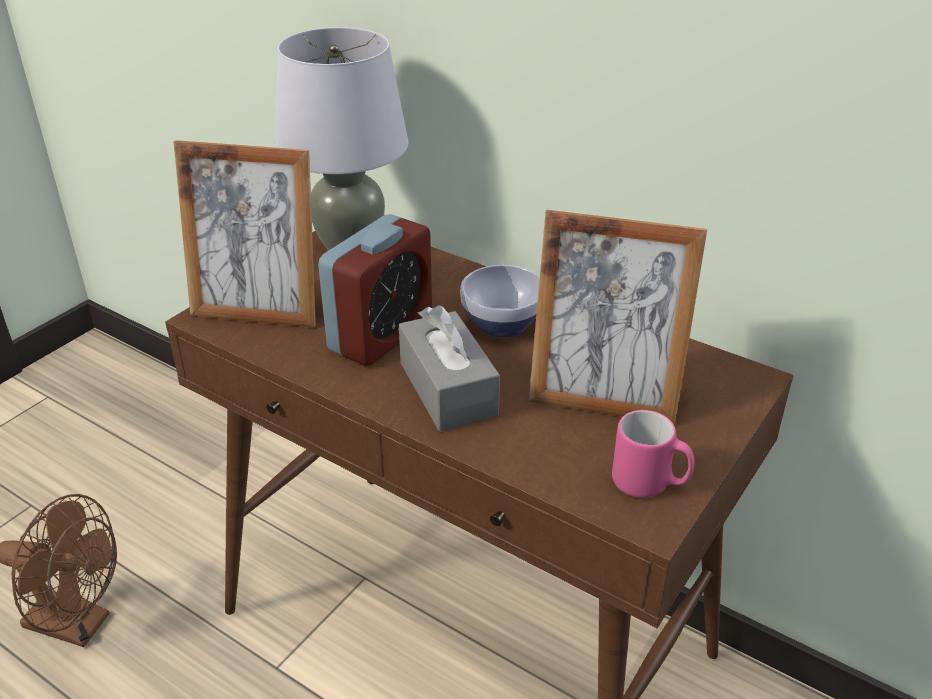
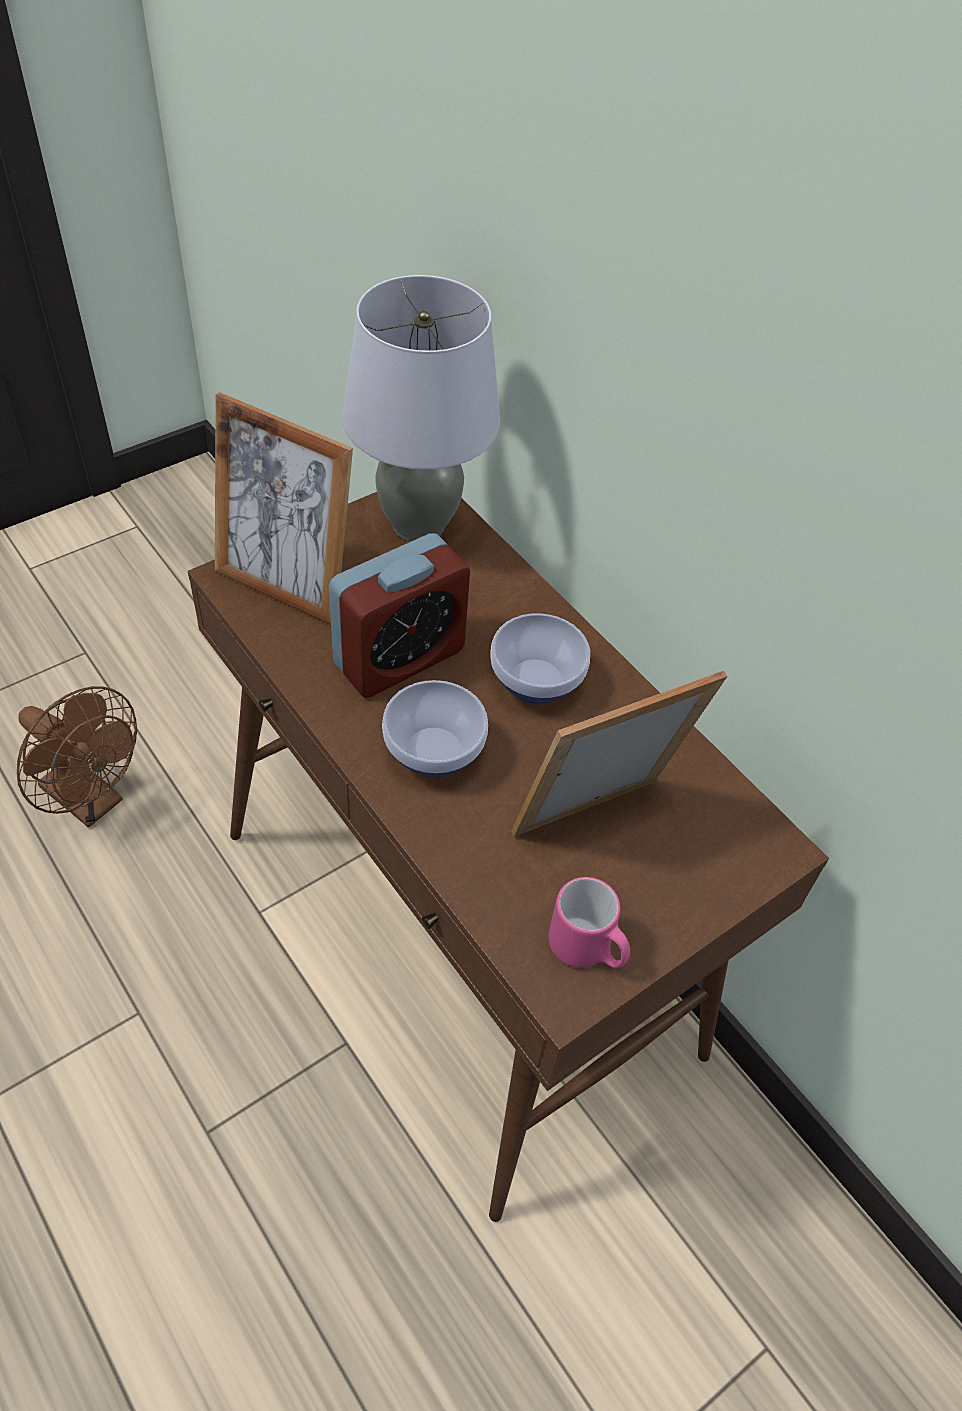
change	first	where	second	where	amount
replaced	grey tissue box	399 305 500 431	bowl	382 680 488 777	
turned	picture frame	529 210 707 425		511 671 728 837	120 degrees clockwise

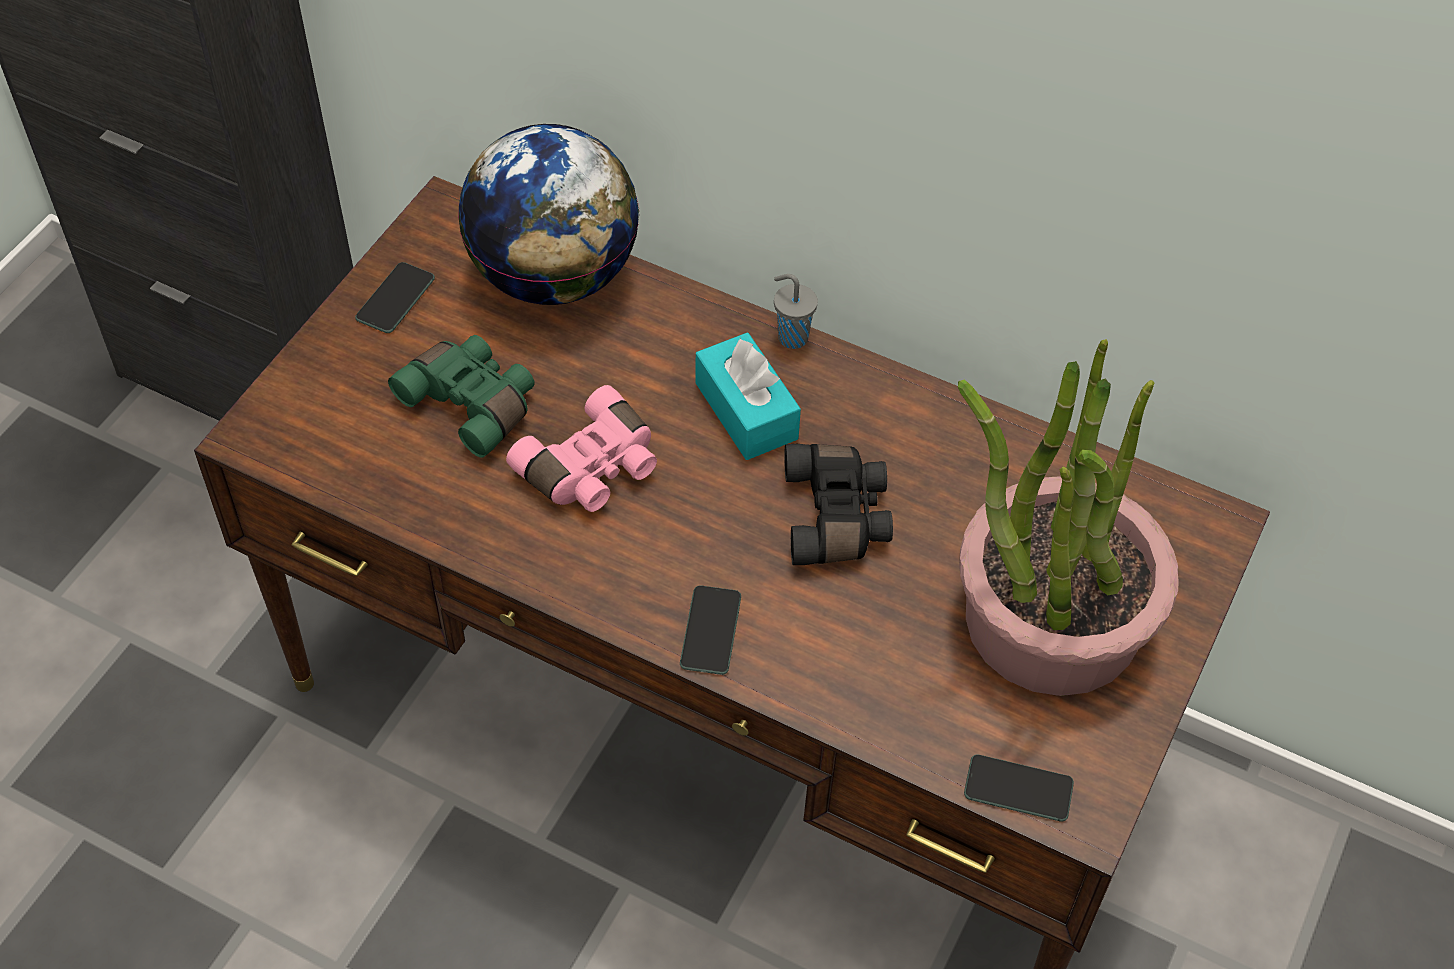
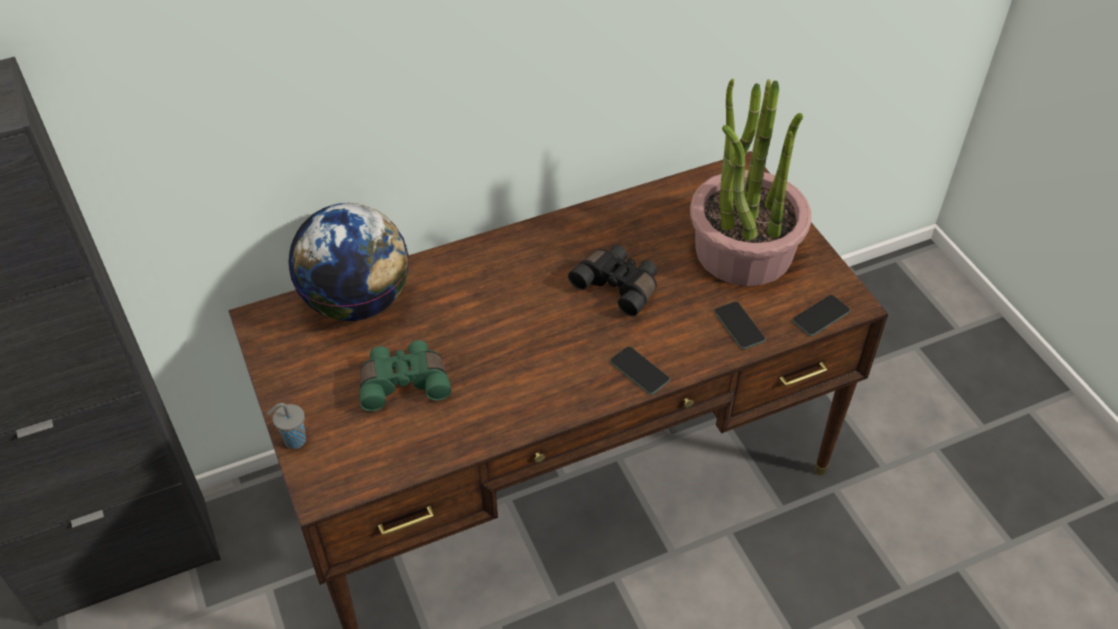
change	first	where	second	where	amount
moved	grey cup	774 274 818 349		267 403 306 449	
moved	phone	355 262 435 333		714 302 766 349	
removed	pink binoculars	506 385 657 512			
removed	turquoise tissue box	695 333 801 460			

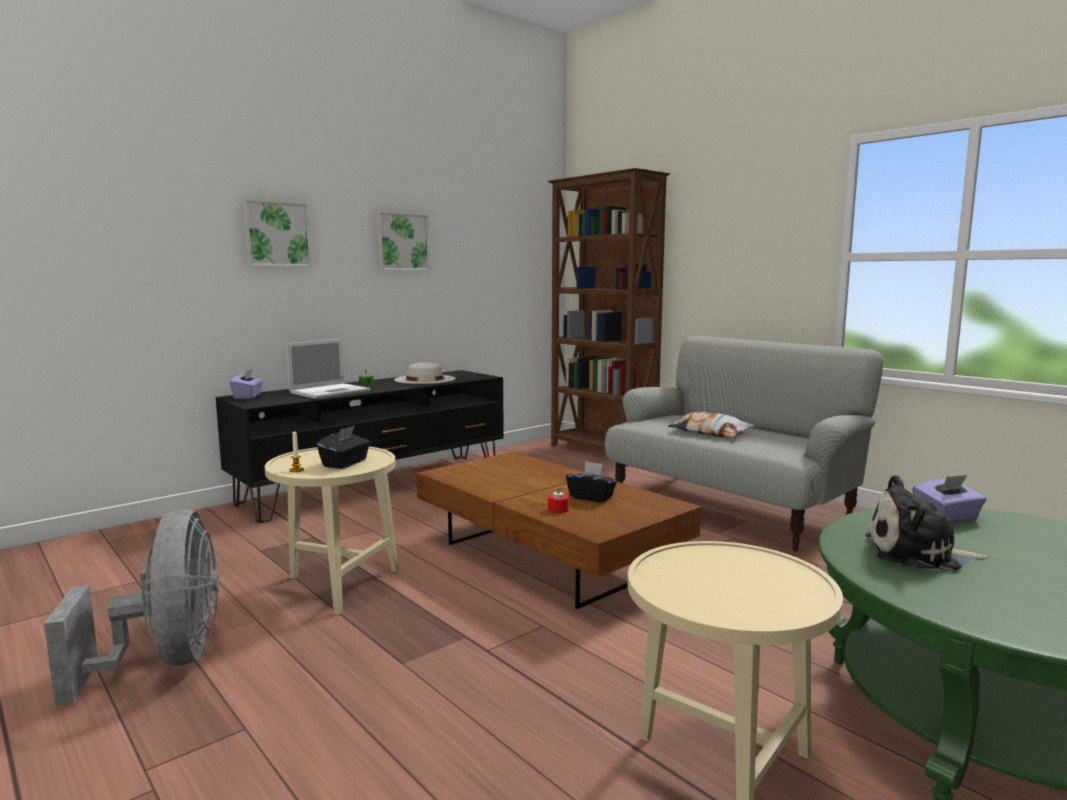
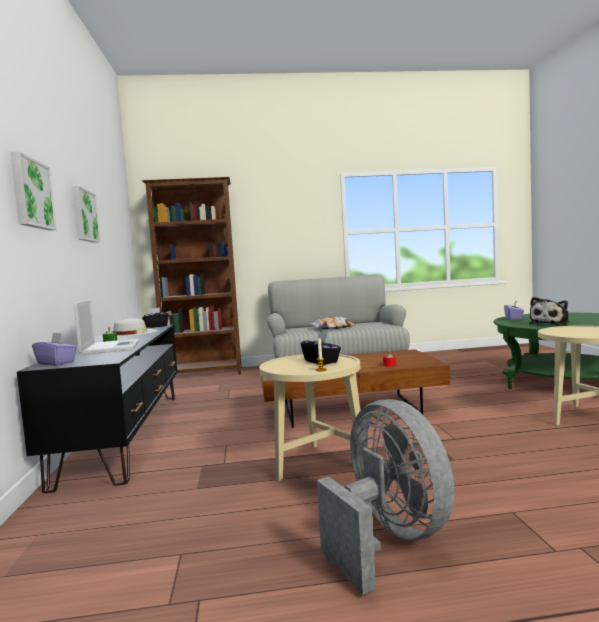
change	first	where	second	where	amount
moved	black tissue box	566 461 617 503		142 307 169 328	
turned	grey fan	44 509 219 706		317 399 454 595	45 degrees clockwise

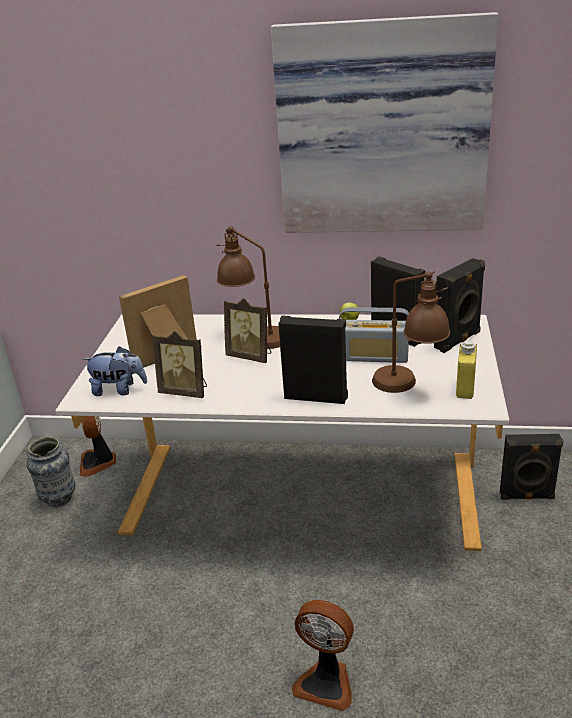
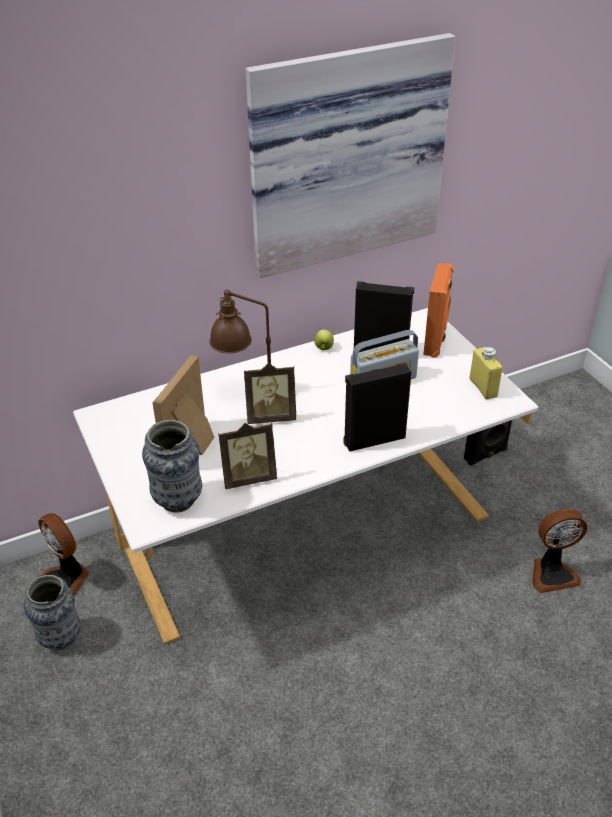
change	first	where	second	where	amount
replaced	plush toy	82 346 147 396	vase	142 420 202 513	
recoloured	black speaker	434 258 485 353	orange speaker	423 263 454 358	
moved	fan	292 600 354 711		532 509 587 593	
removed	brown table lamp	372 271 450 393			

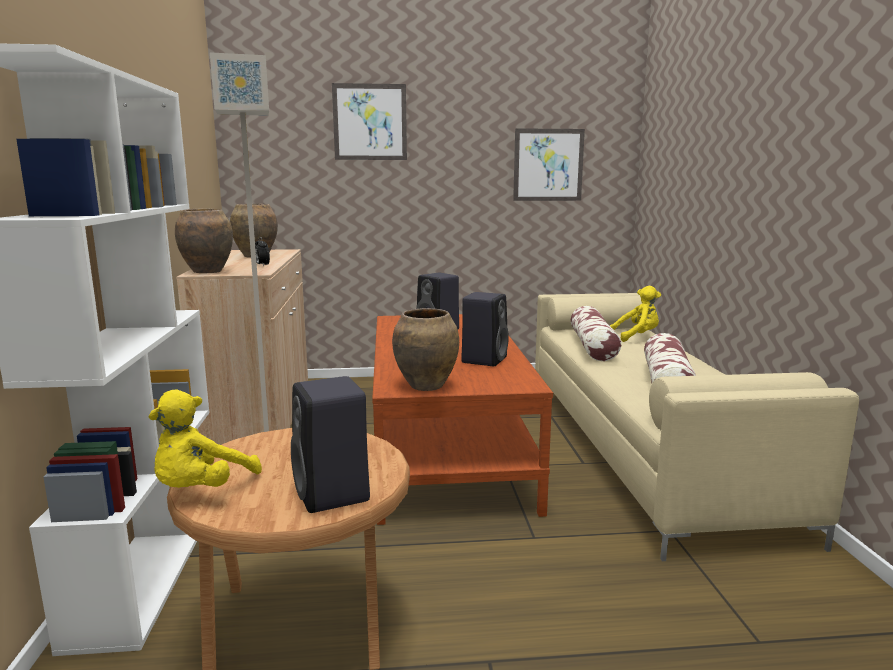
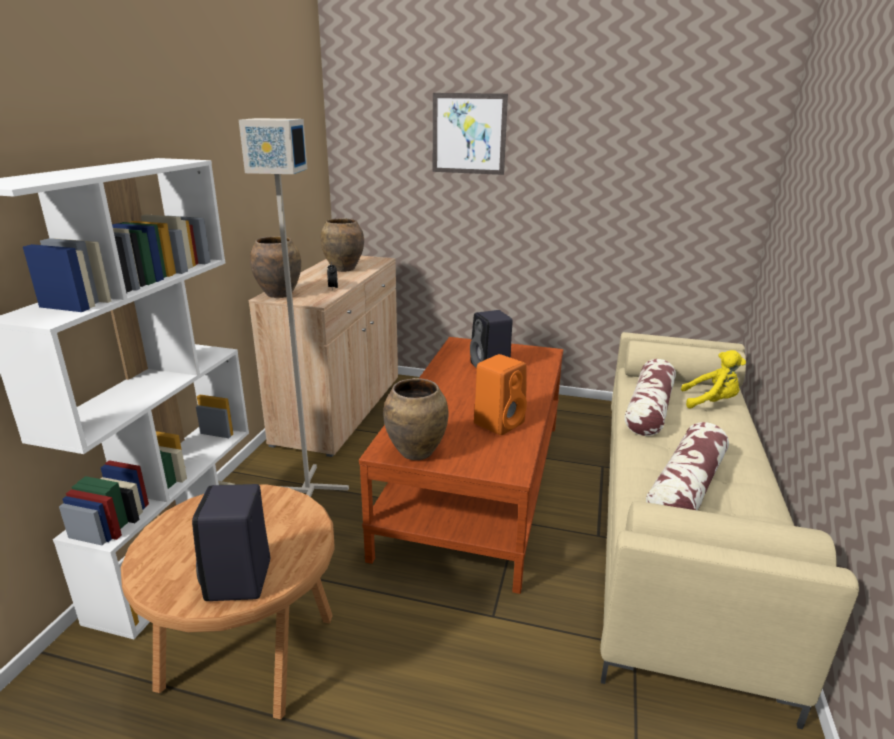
change	first	where	second	where	amount
recoloured	black speaker	461 292 509 366	orange speaker	474 354 527 435	
removed	yellow plush toy	149 390 262 488			
removed	picture	513 128 585 201			

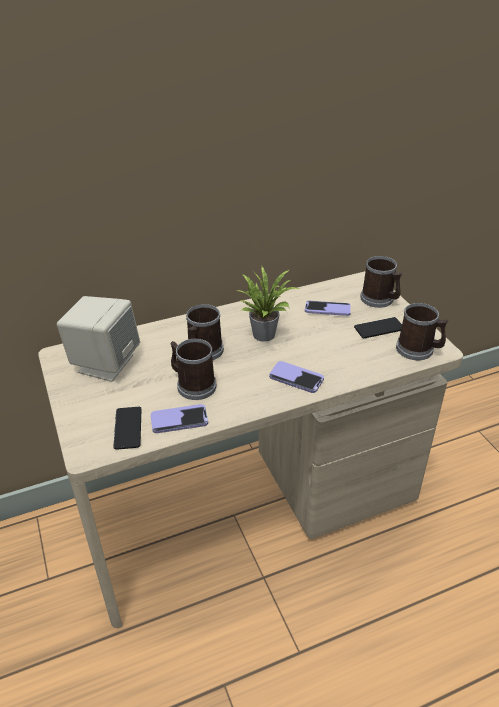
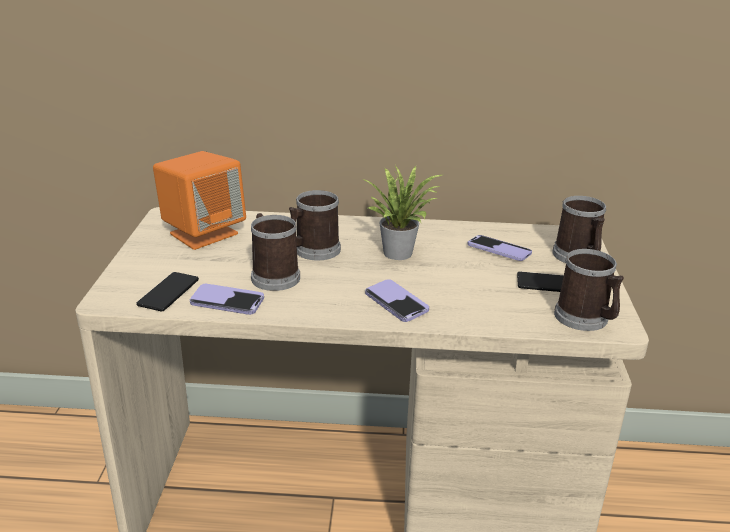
change	first	where	second	where	amount
recoloured	beige speaker	57 296 140 382	orange speaker	153 151 246 250	

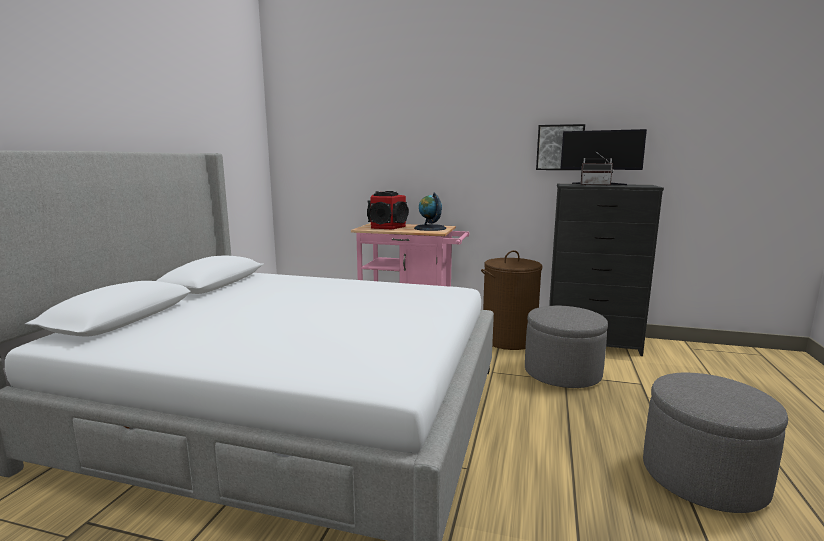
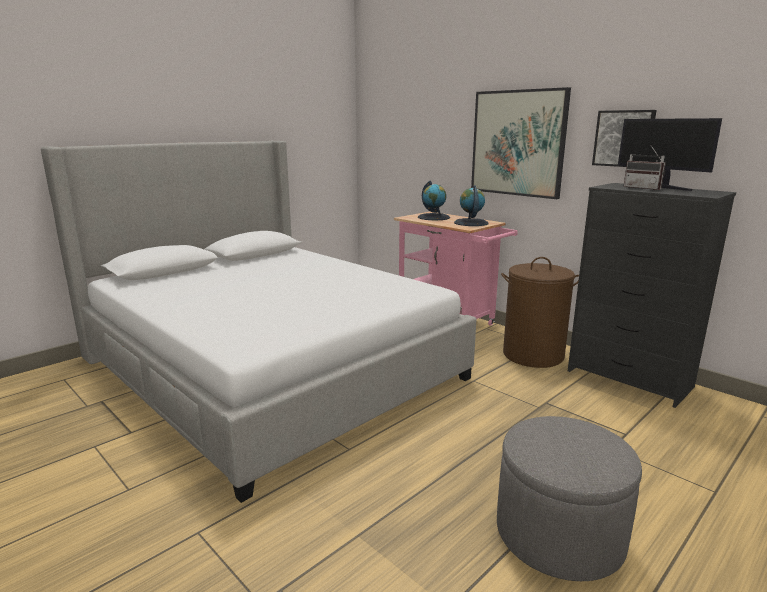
change	first	where	second	where	amount
replaced	speaker	367 191 409 229	globe	418 181 450 220	
added			picture	471 87 571 199	
removed	grey ottoman	525 306 608 388			

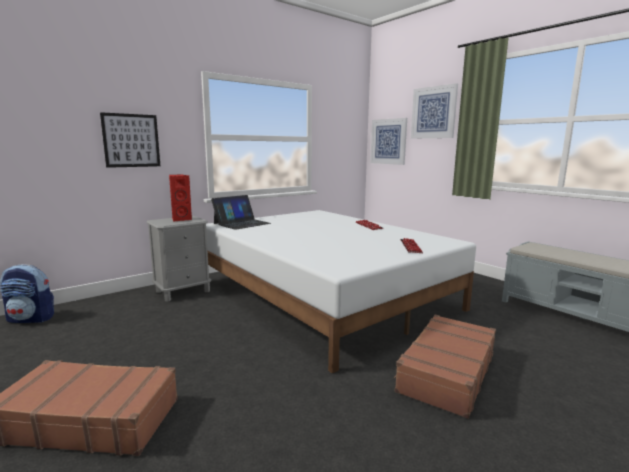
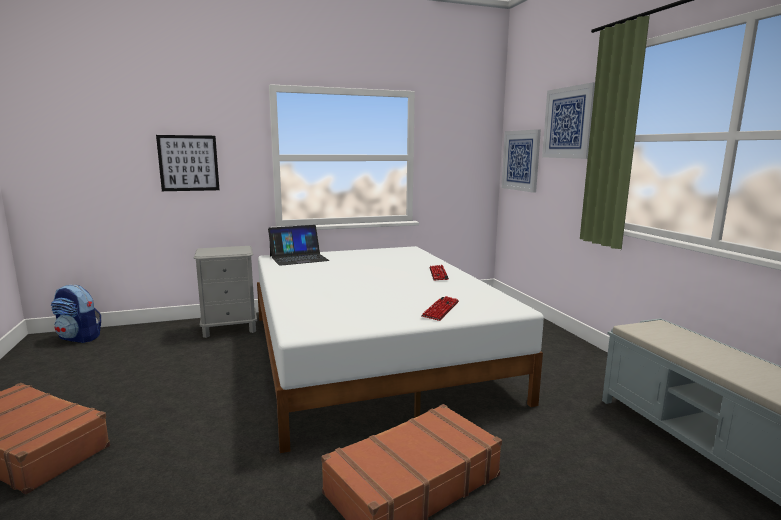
change	first	where	second	where	amount
removed	red speaker	169 174 192 222			

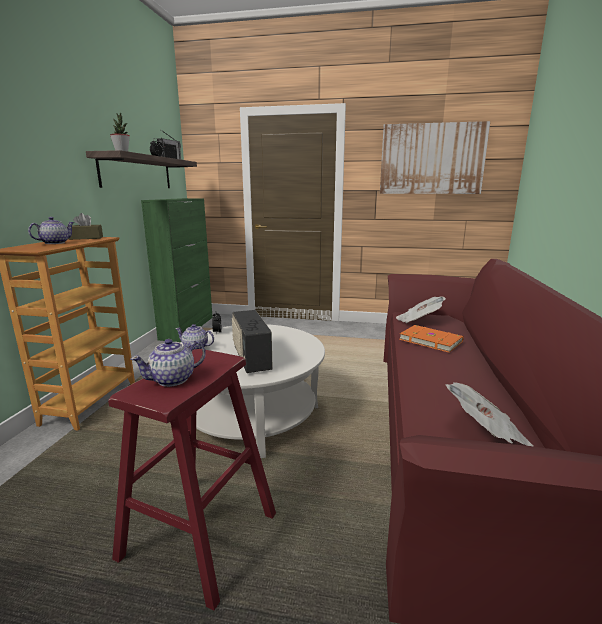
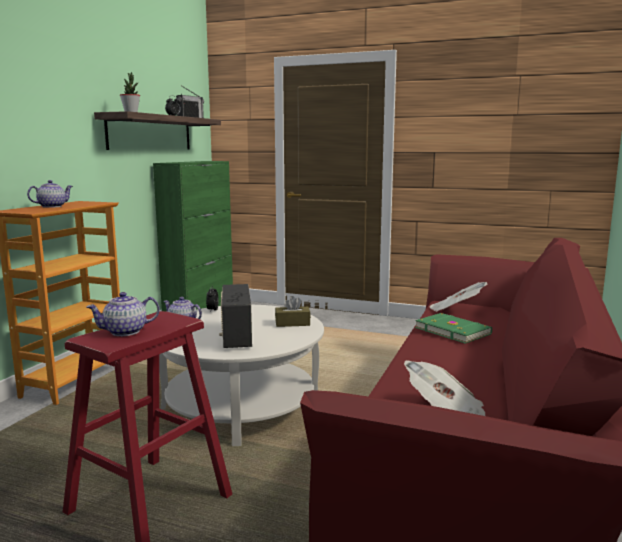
change	first	where	second	where	amount
moved	brown tissue box	66 213 103 240		275 296 311 327	
recoloured	orange book	399 325 464 353	green book	415 313 492 344	
removed	picture	380 121 490 194			

